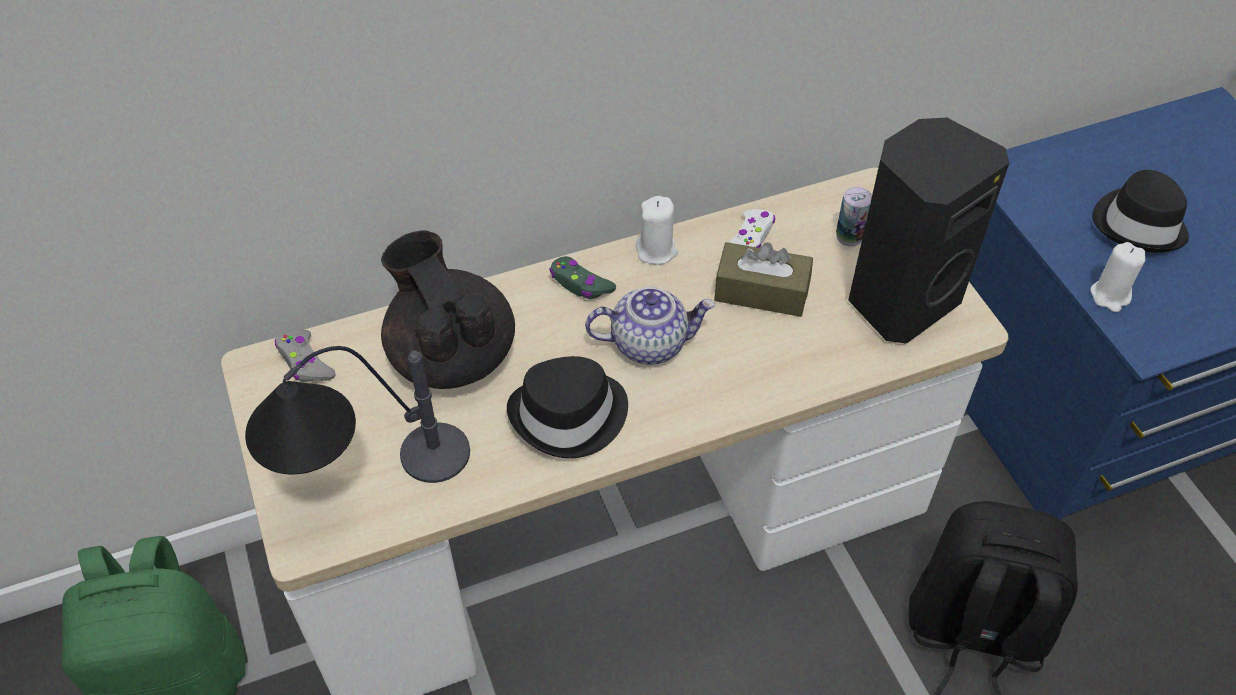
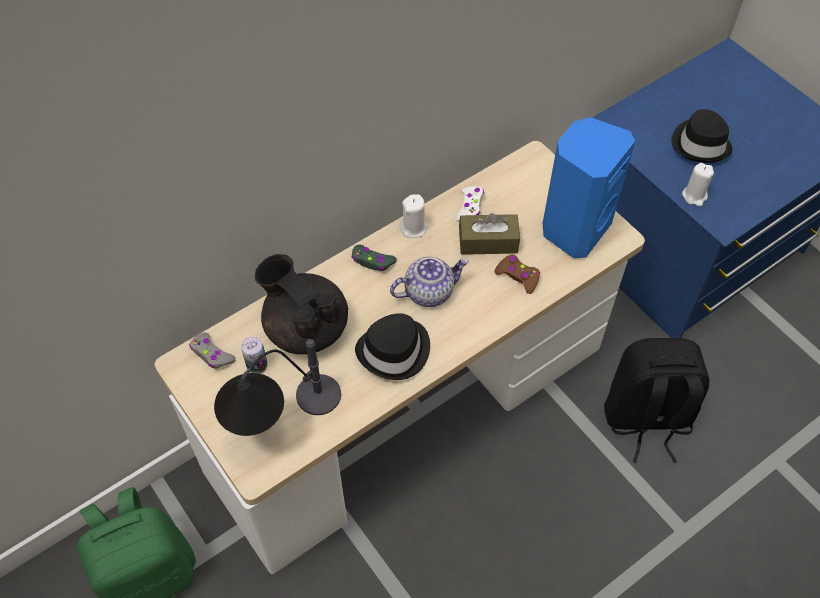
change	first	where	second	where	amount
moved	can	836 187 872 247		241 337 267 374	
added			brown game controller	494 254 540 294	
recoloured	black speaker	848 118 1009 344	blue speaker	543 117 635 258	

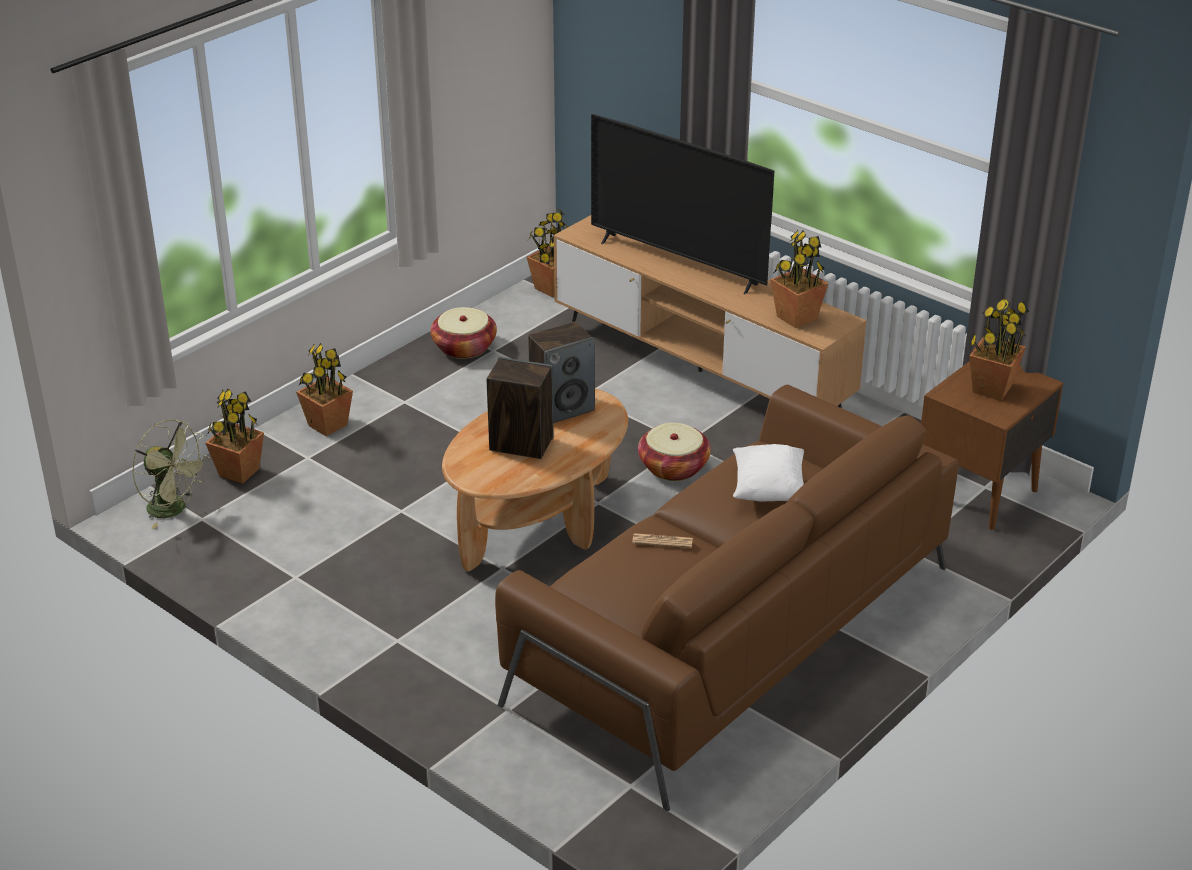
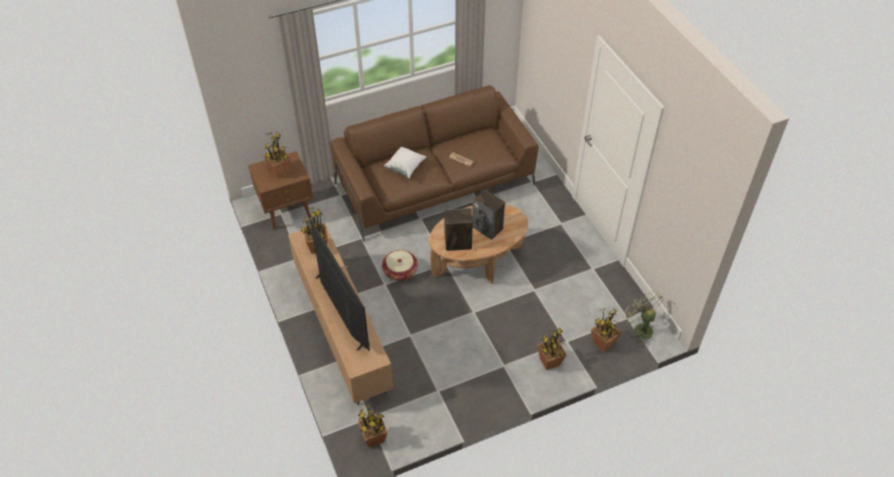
change	first	where	second	where	amount
removed	basket	430 307 497 359			

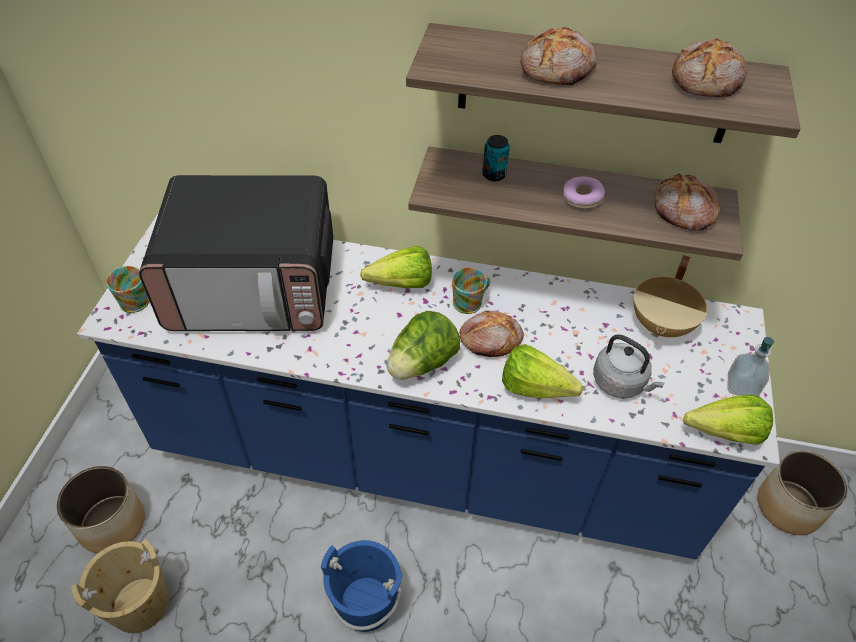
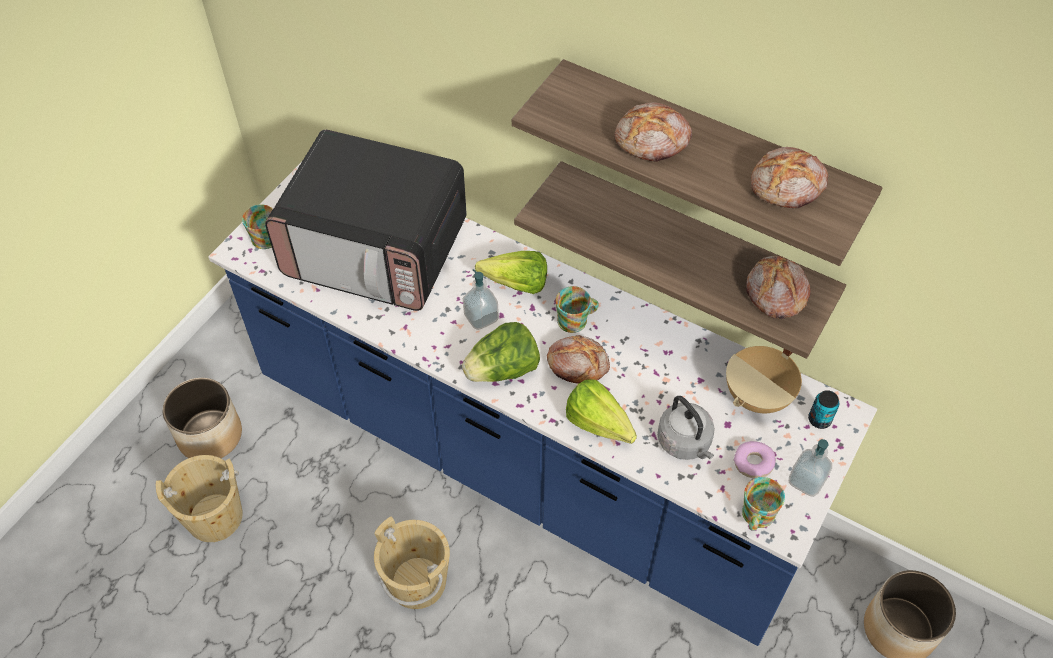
change	first	where	second	where	amount
recoloured	blue bucket	321 540 403 632	beige bucket	374 516 450 609	
added			soap dispenser	463 269 499 330	
moved	donut	563 177 605 209		734 441 776 479	
replaced	lettuce	683 395 773 445	mug	742 477 785 531	
moved	can	482 135 510 181		808 390 840 429	

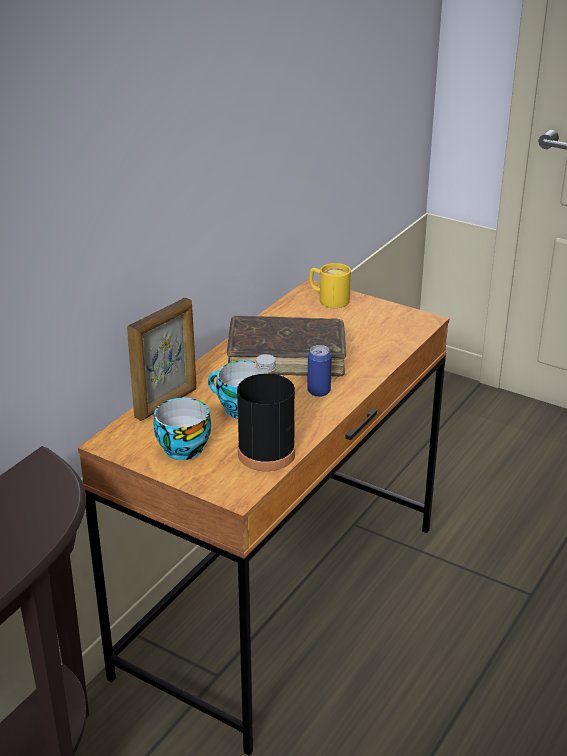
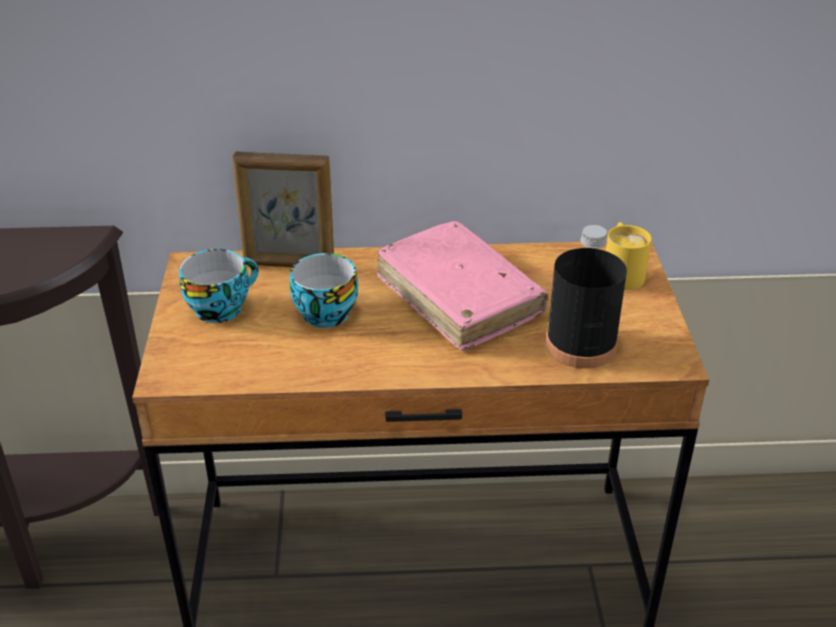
change	first	where	second	where	amount
recoloured	brown book	227 316 346 376	pink book	377 221 548 351	
moved	black bottle	237 354 295 471		546 225 627 369	
removed	can	307 345 332 397			

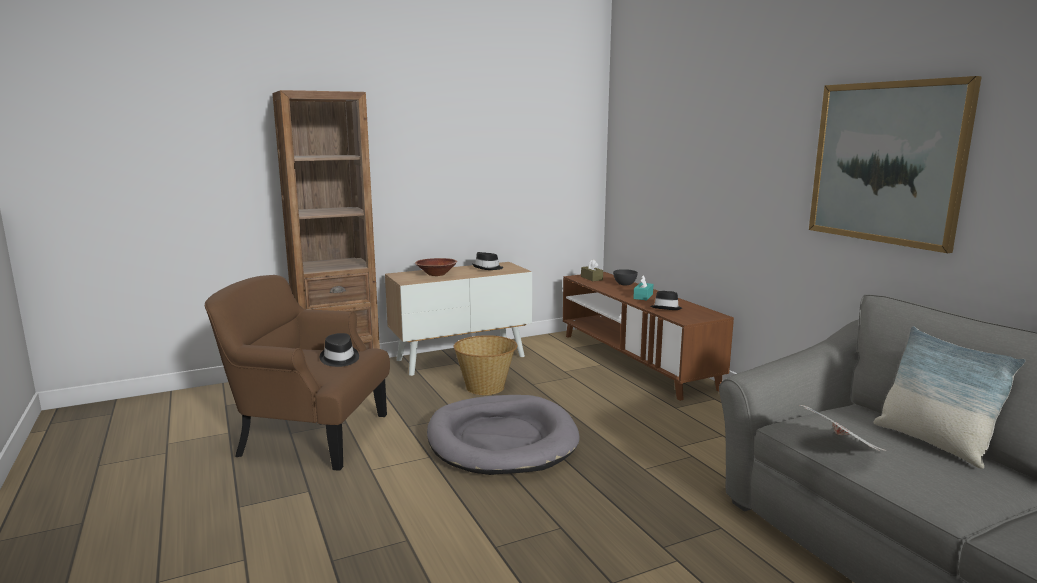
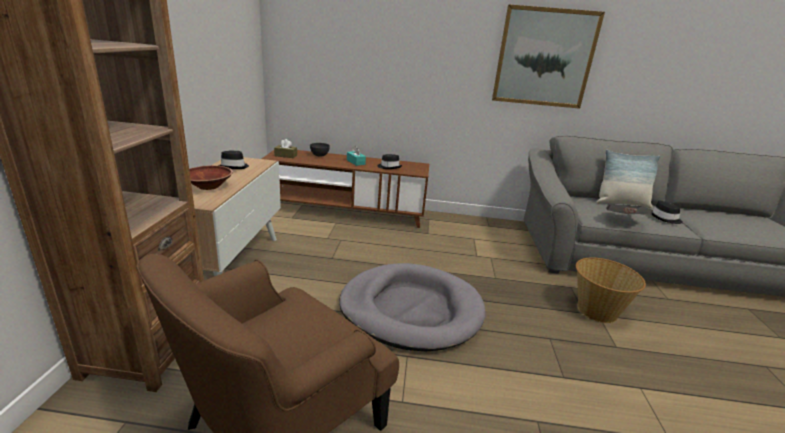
change	first	where	second	where	amount
moved	basket	454 335 517 395		576 258 646 323	
moved	black hat	320 333 359 367		651 200 683 224	

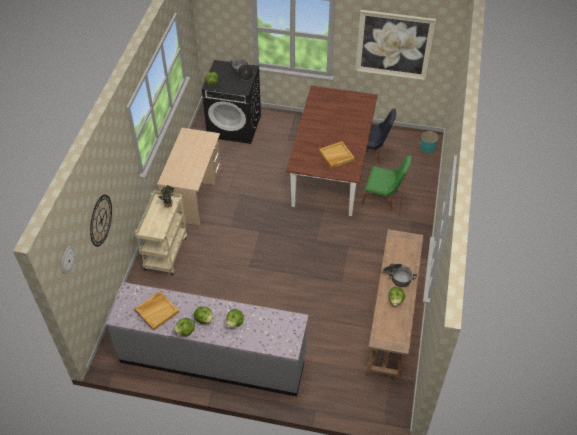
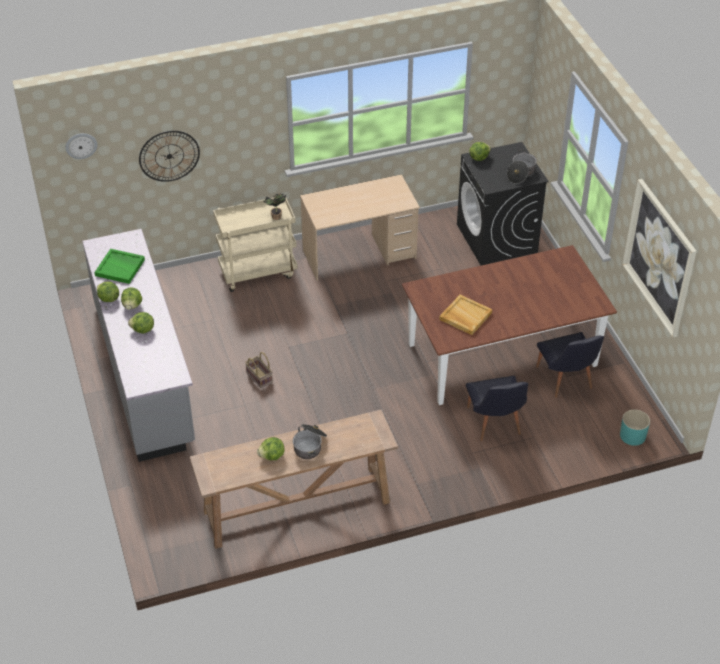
change	first	where	second	where	amount
recoloured	beige tray	134 291 179 331	green tray	94 249 145 284	
added			basket	245 352 273 388	
recoloured	green chair	362 155 412 211	black chair	466 376 528 441	

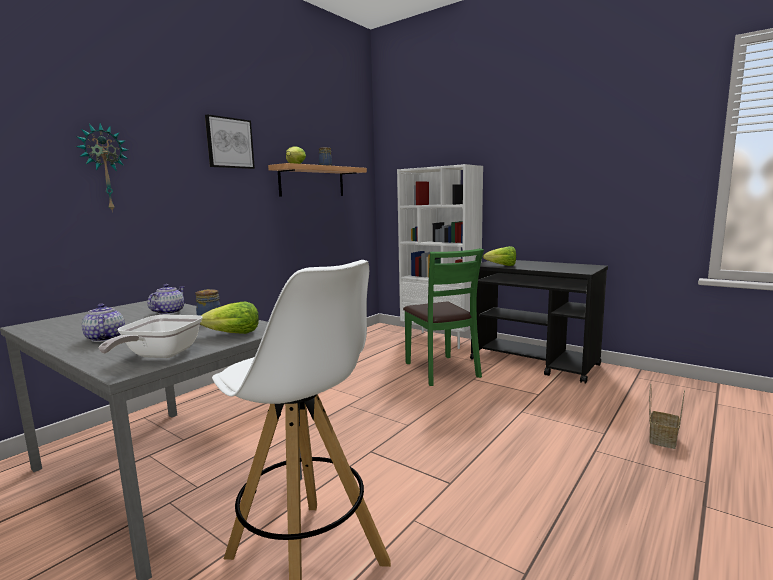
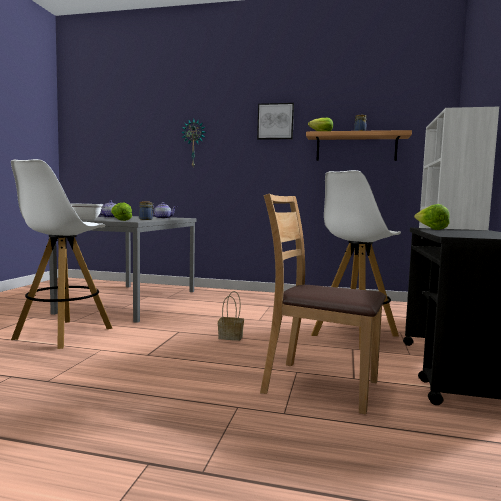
change	first	where	second	where	amount
moved	basket	649 384 685 449		218 291 244 341	
added			brown chair	260 194 386 415	
replaced	green chair	403 248 484 386	white stool	311 170 401 349	

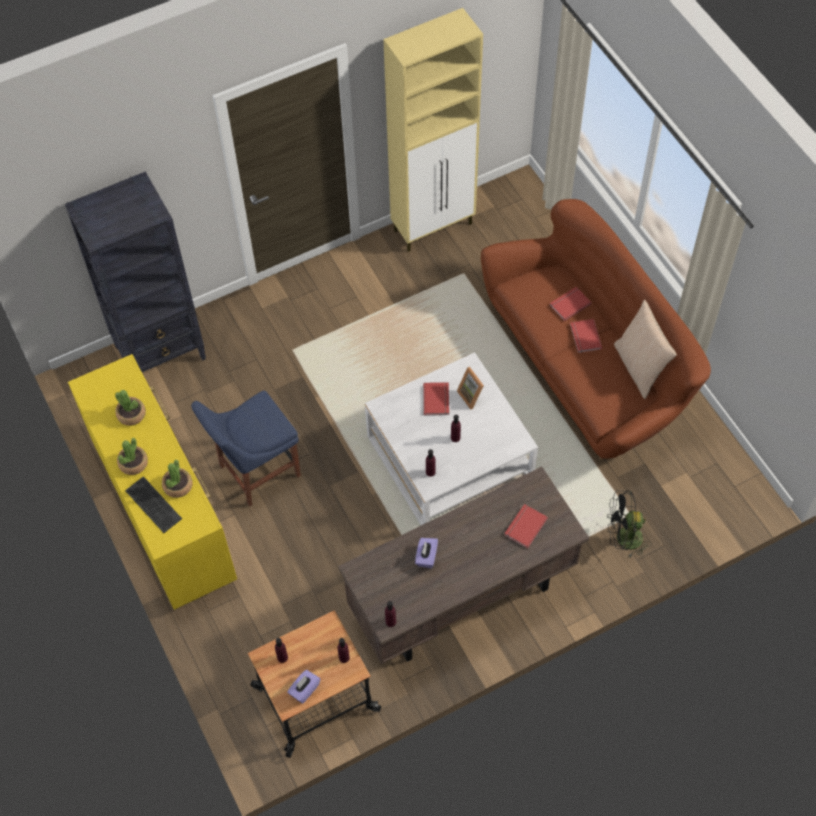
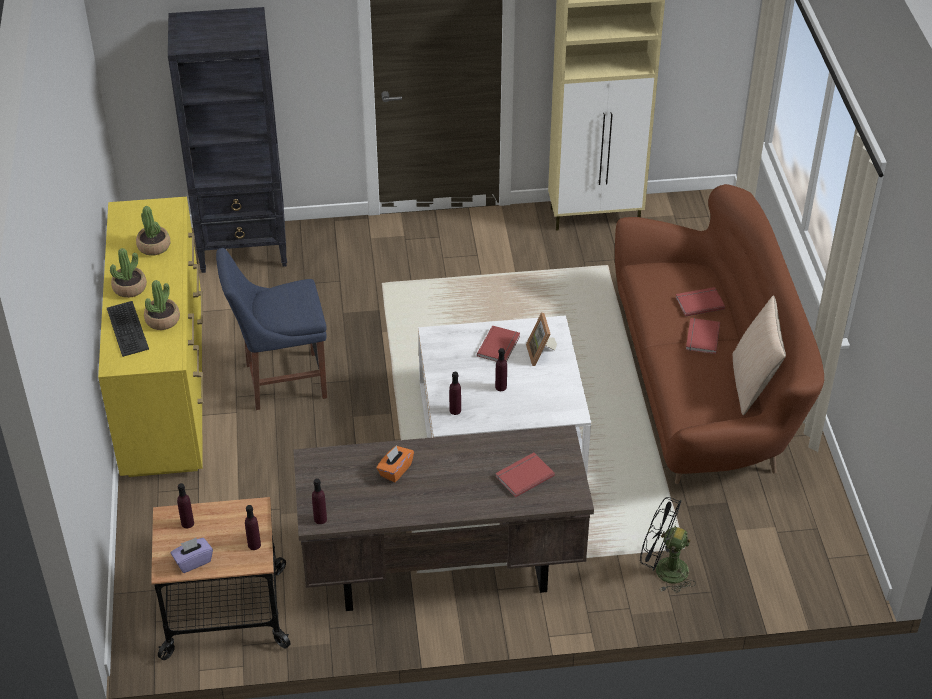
change	first	where	second	where	amount
recoloured	purple tissue box	415 538 438 568	orange tissue box	376 445 414 483	

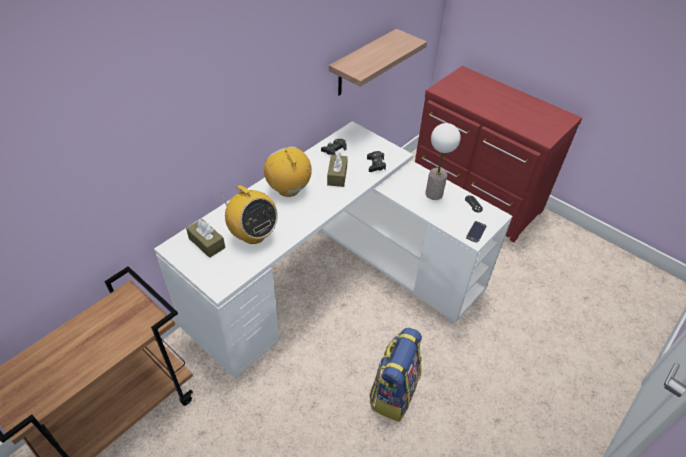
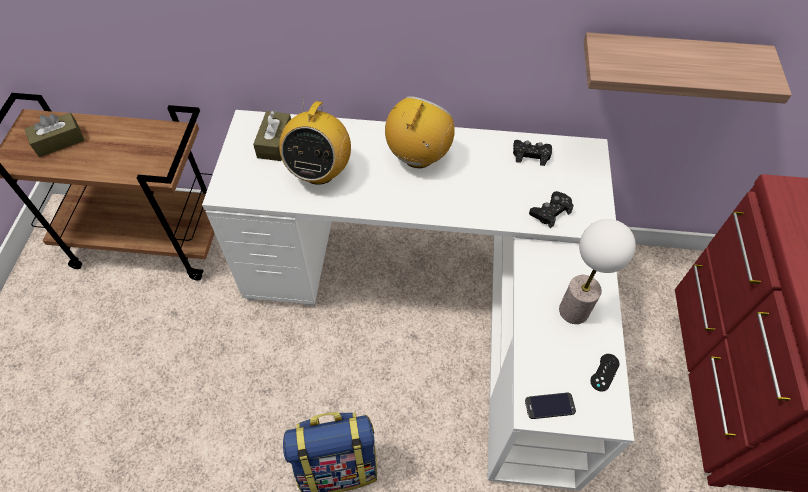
change	first	where	second	where	amount
moved	brown tissue box	327 153 348 187		25 113 85 157	

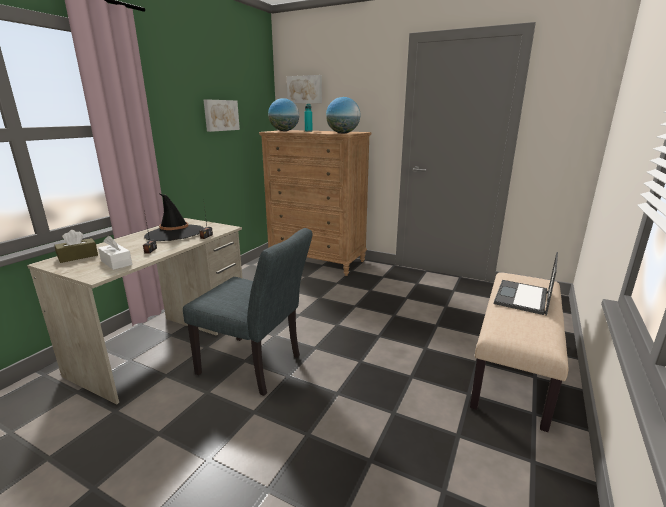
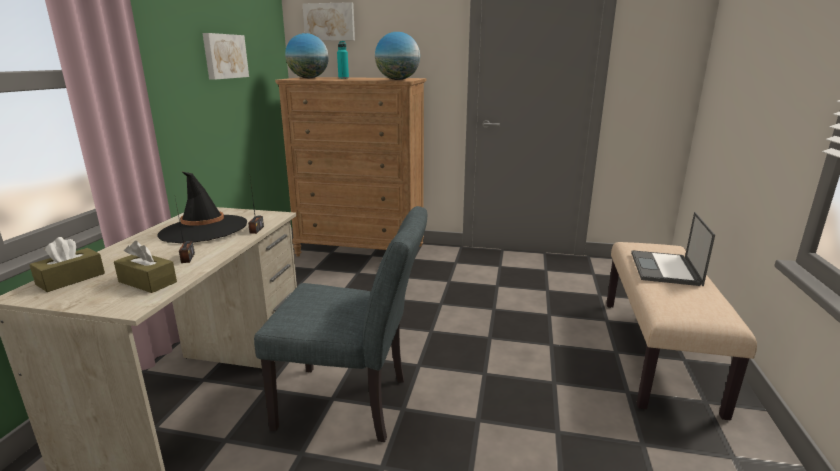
change	first	where	second	where	amount
recoloured	white tissue box	98 236 132 270	brown tissue box	114 241 177 293	

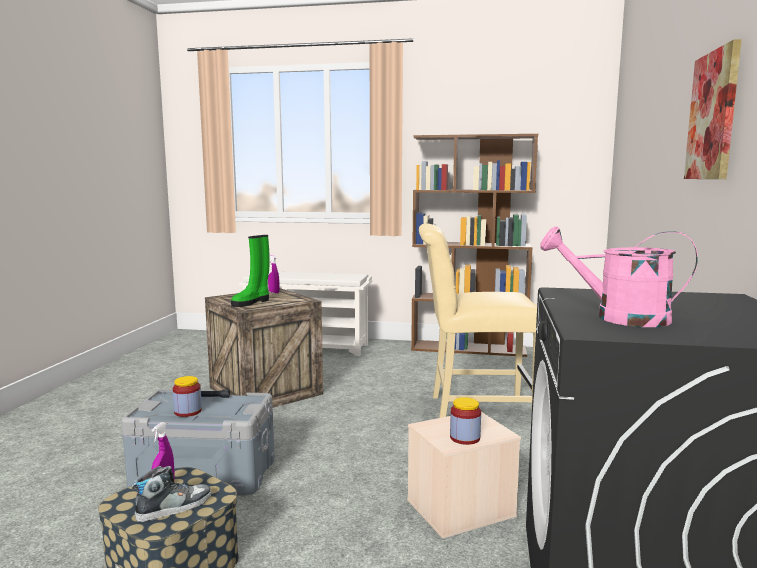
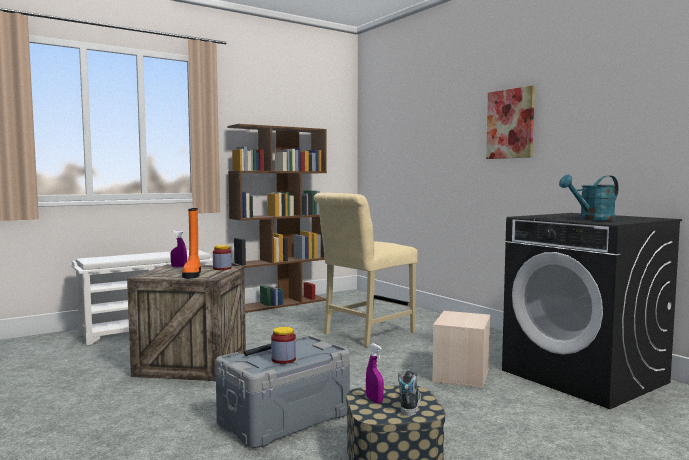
change	first	where	second	where	amount
recoloured	green boot	231 235 270 307	orange boot	182 208 201 279	
moved	jar	450 397 481 445		213 245 232 270	
recoloured	pink watering can	540 226 698 327	turquoise watering can	559 175 619 221	

